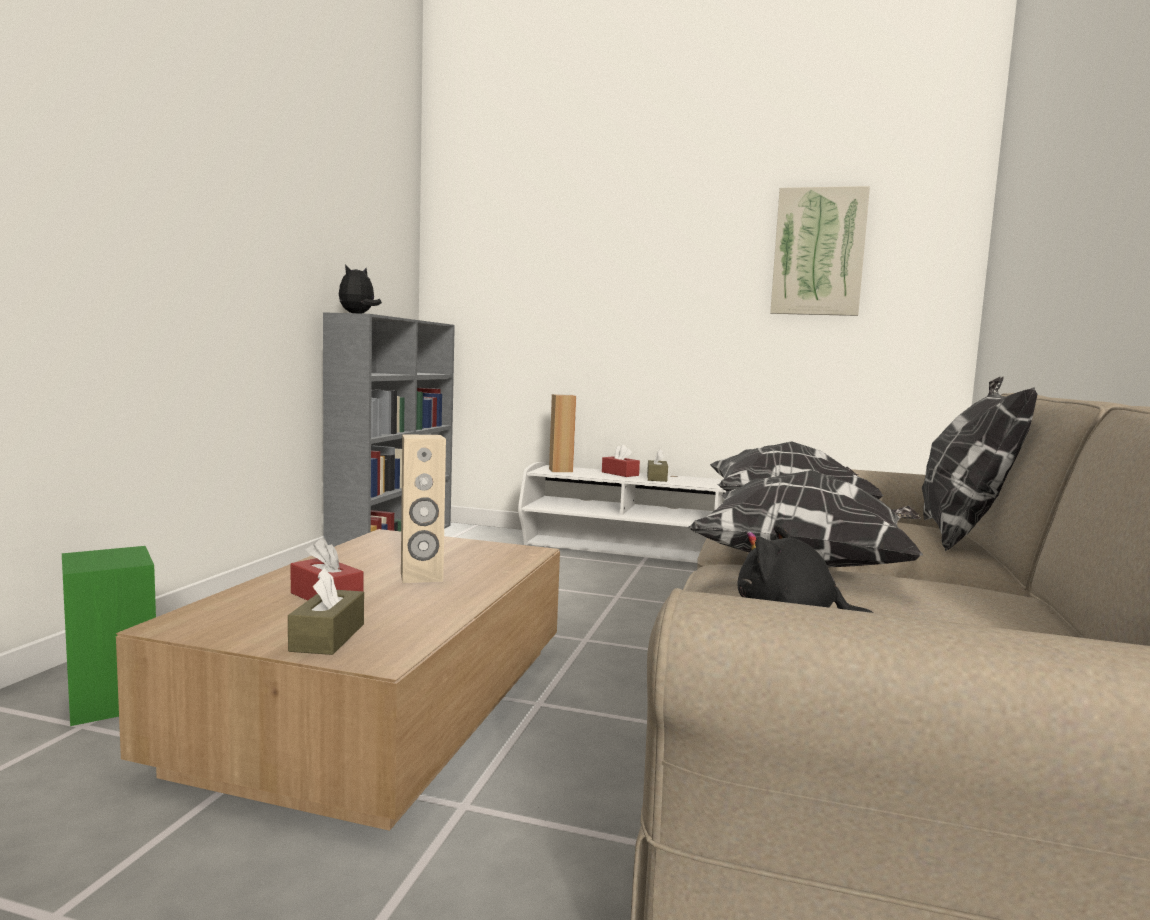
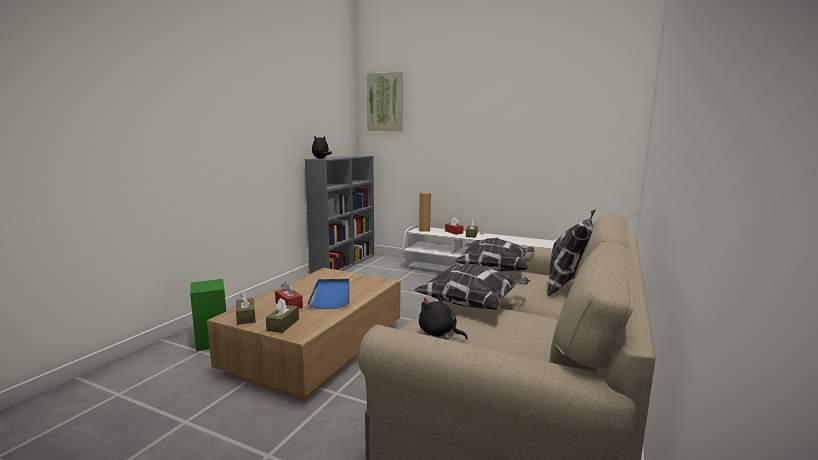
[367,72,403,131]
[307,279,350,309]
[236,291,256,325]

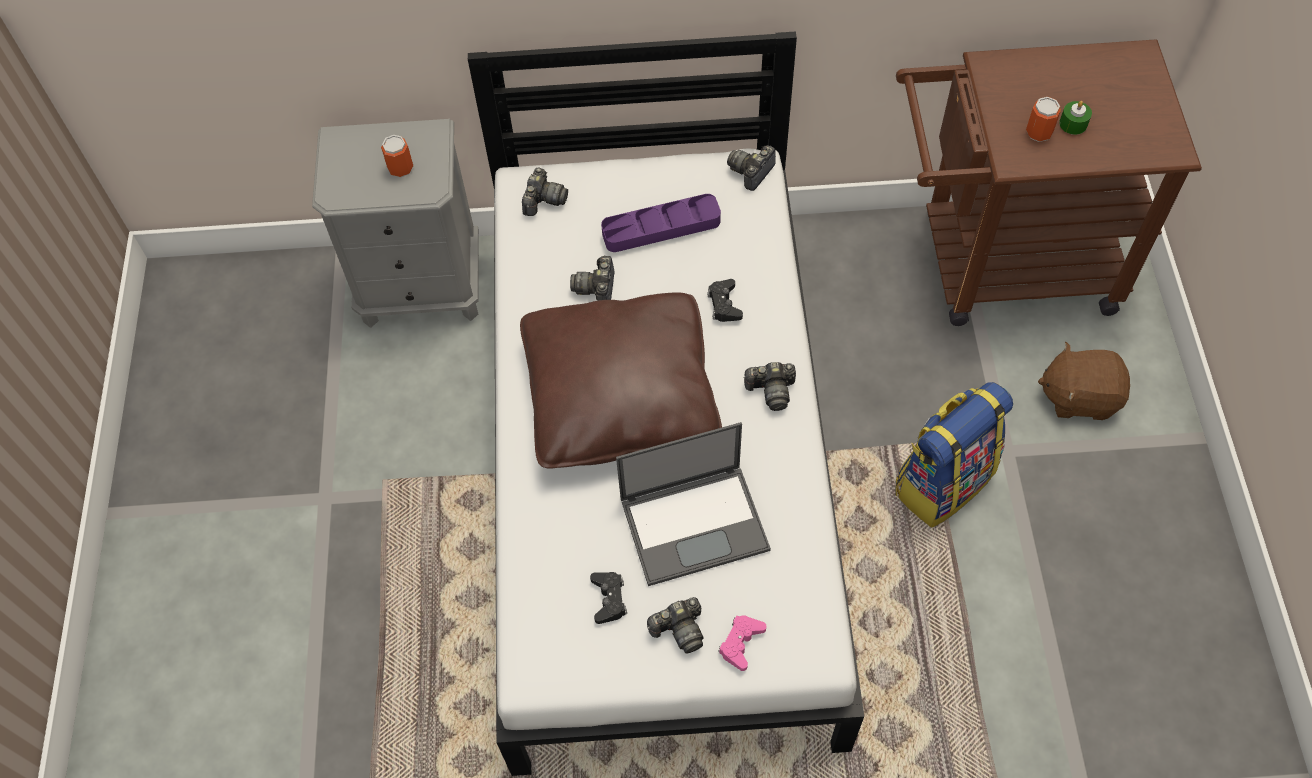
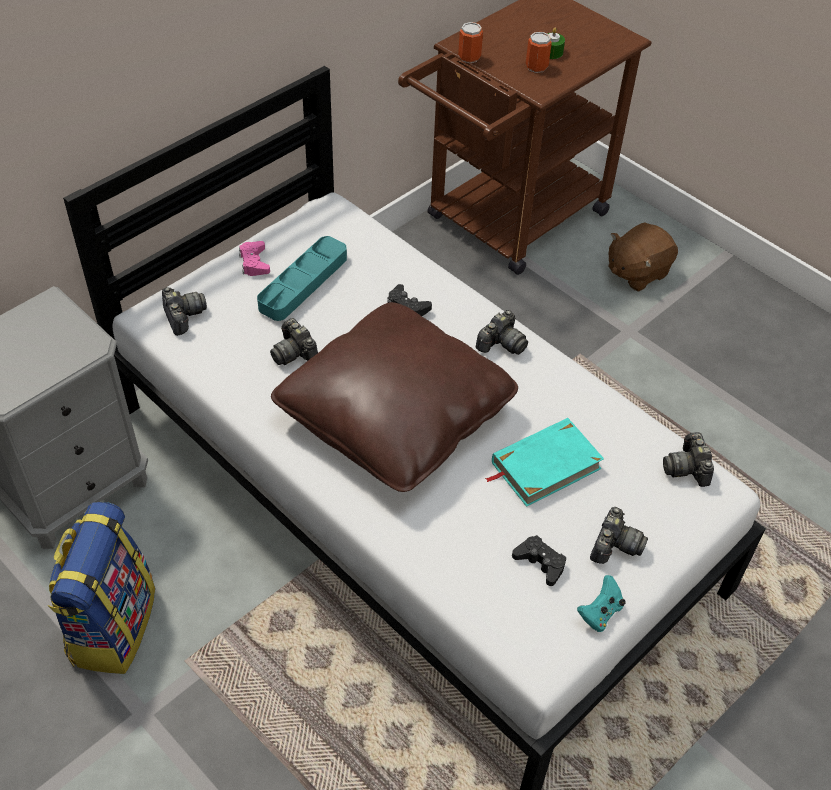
[458,22,483,63]
[663,432,714,487]
[257,236,347,321]
[48,502,155,674]
[485,418,604,507]
[239,241,270,276]
[577,575,625,632]

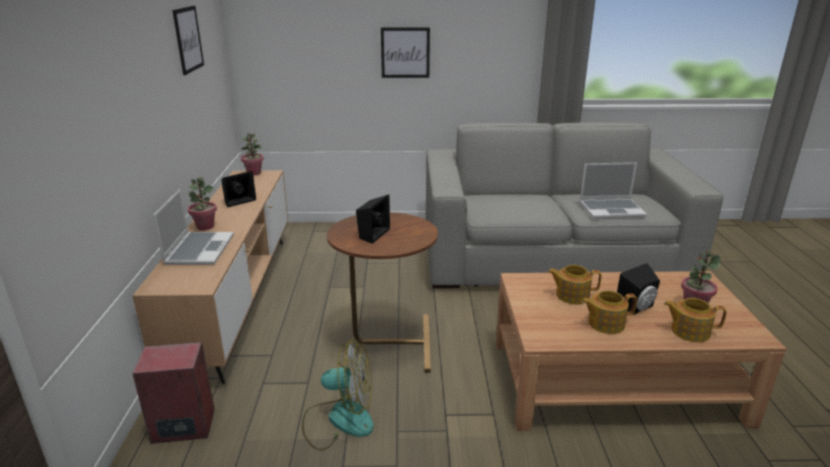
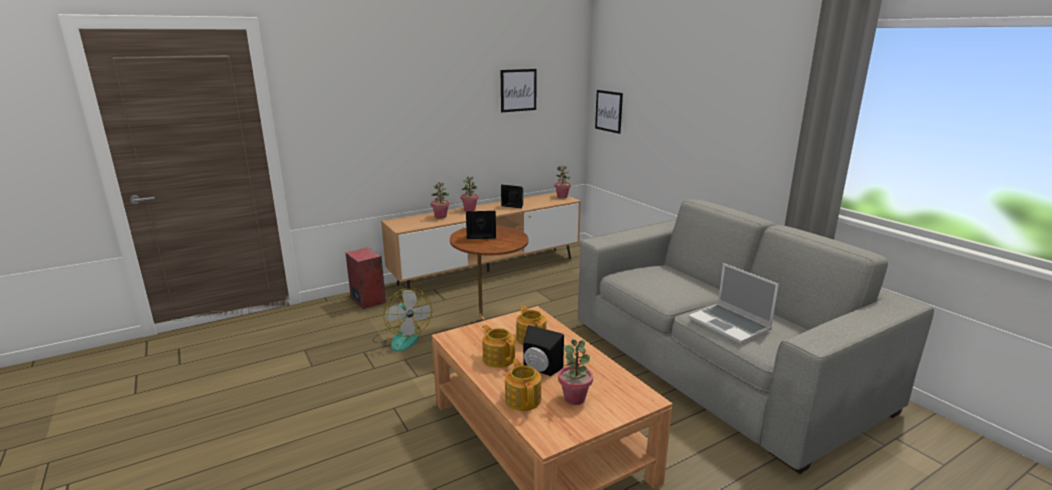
[595,90,623,134]
[431,182,450,219]

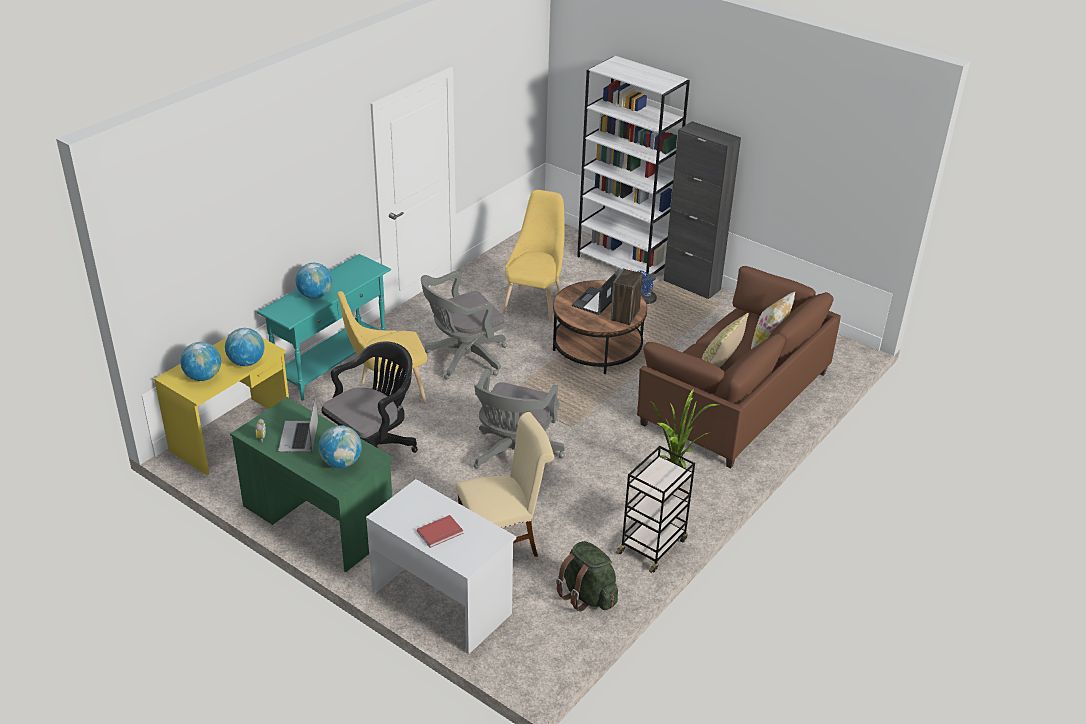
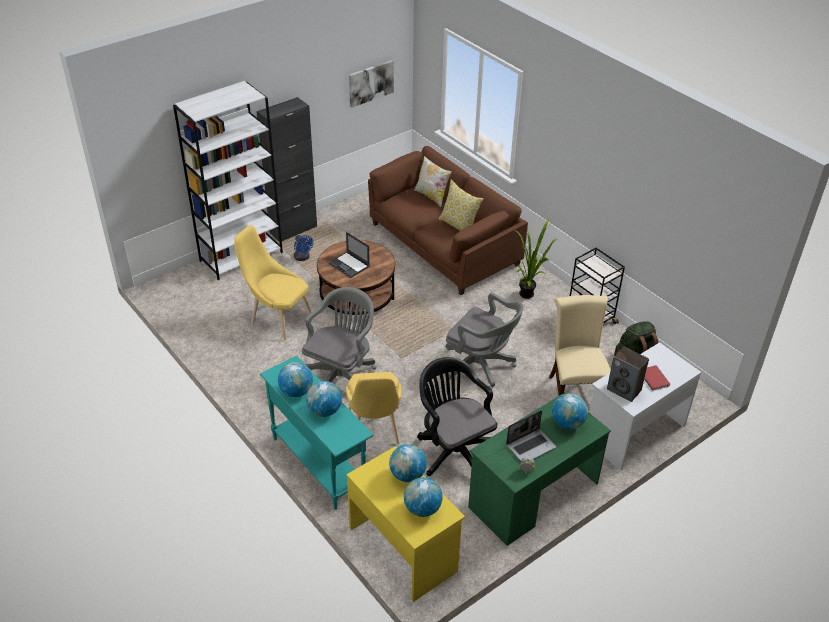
[607,347,649,402]
[302,287,376,382]
[506,410,557,461]
[349,60,394,108]
[278,362,313,397]

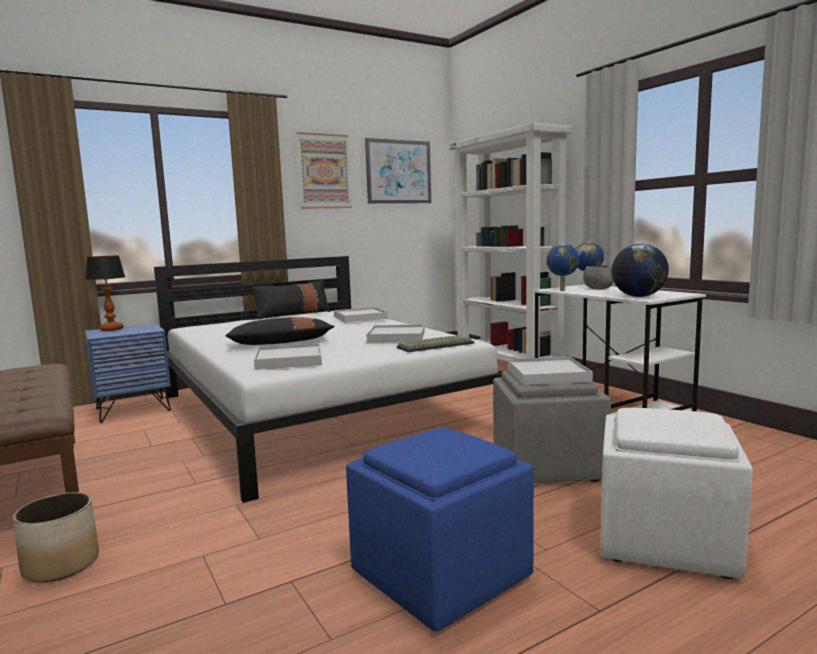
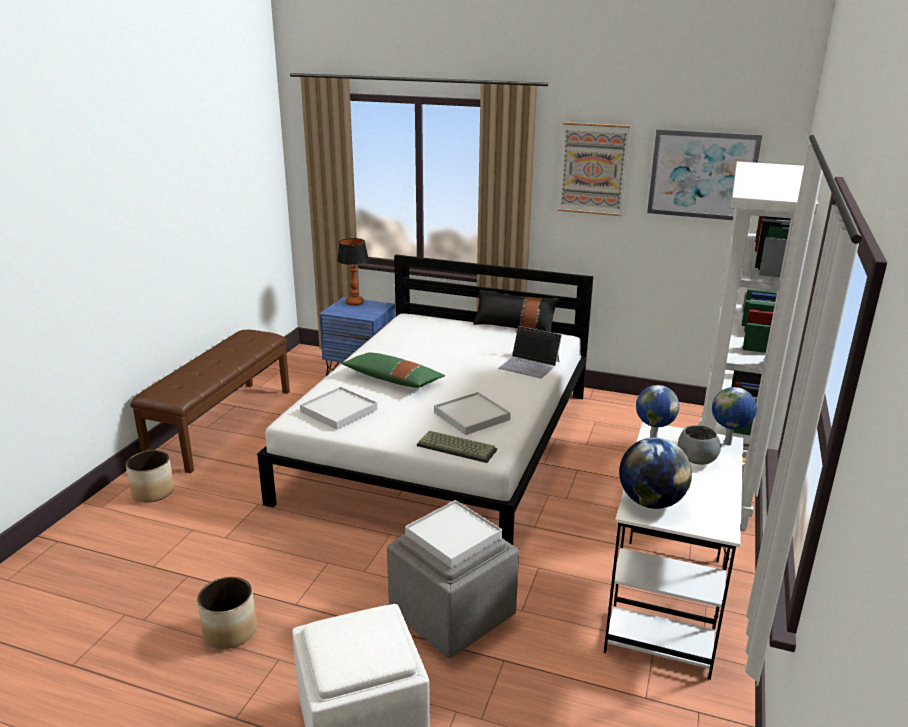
[499,326,562,378]
[341,352,445,388]
[197,577,257,649]

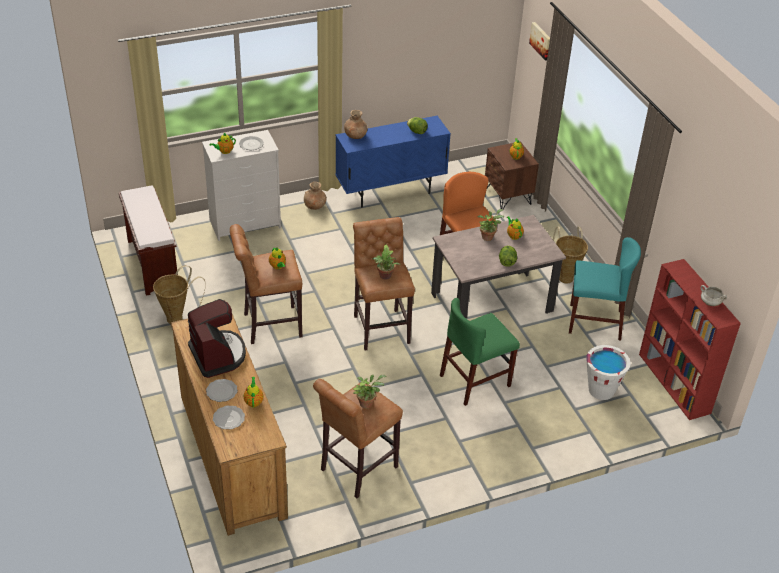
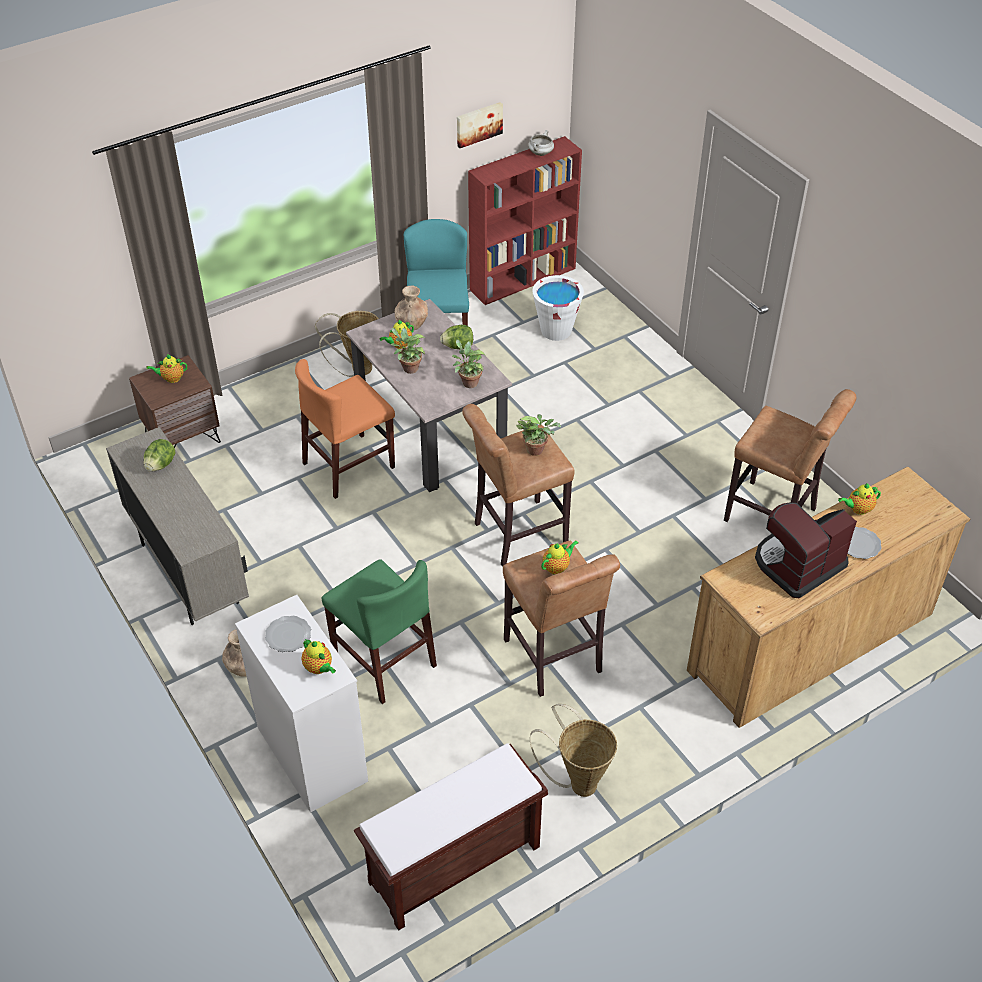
[457,102,503,148]
[395,286,428,331]
[106,427,249,625]
[322,559,437,704]
[452,339,485,388]
[213,406,245,429] (first image)

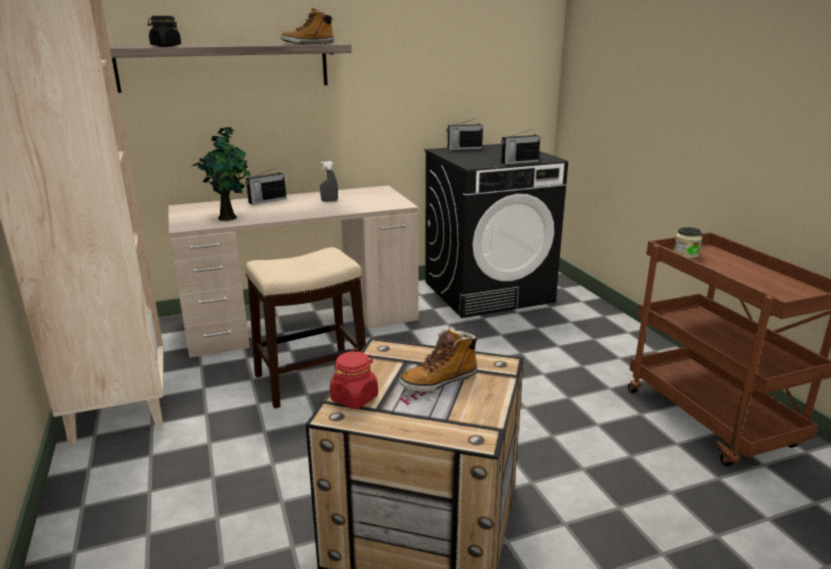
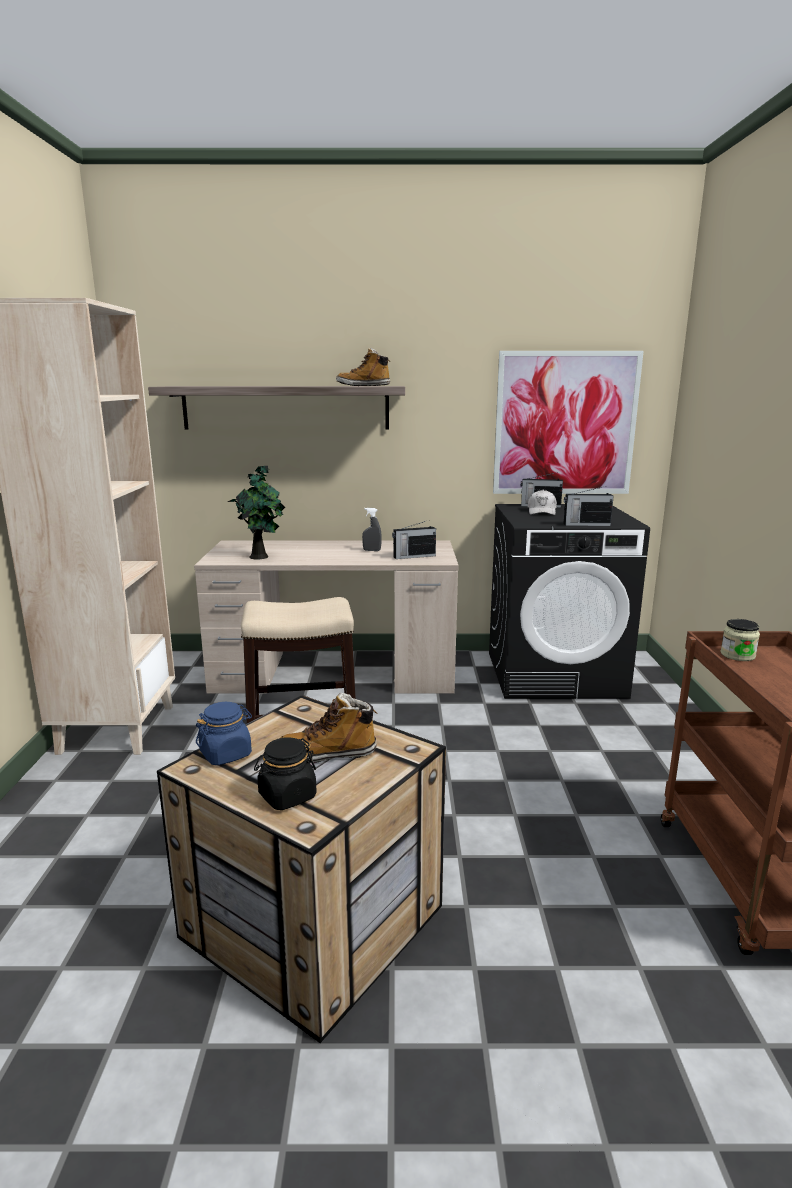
[254,737,317,810]
[392,521,436,559]
[196,702,252,765]
[493,351,644,494]
[528,490,557,515]

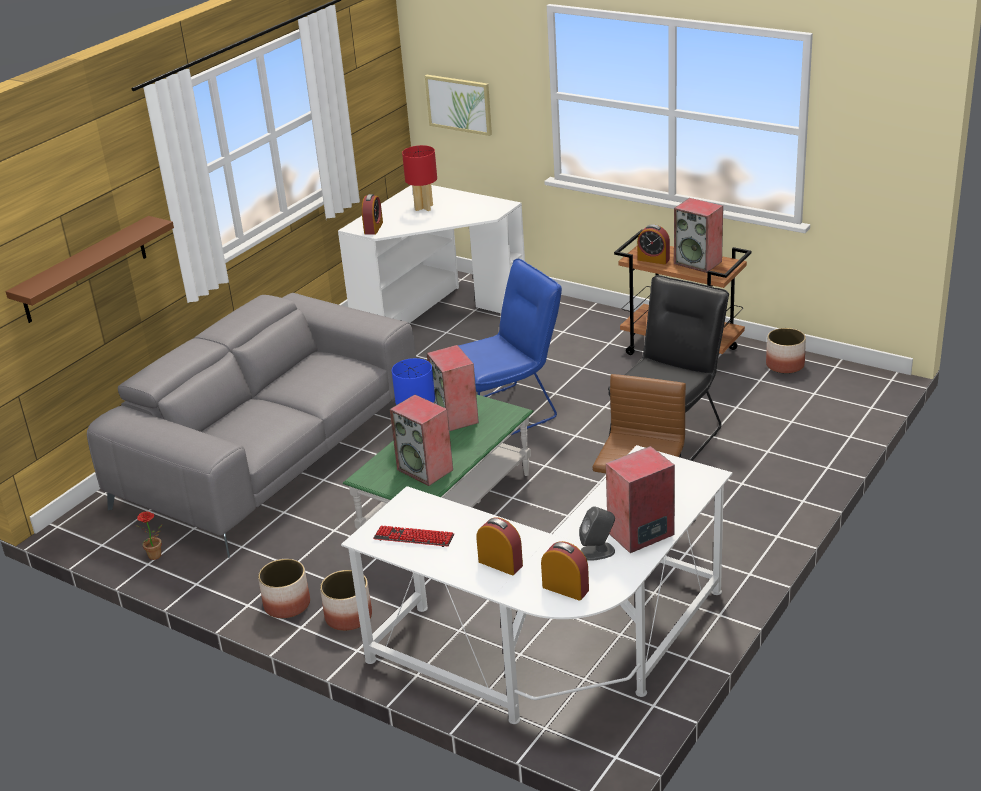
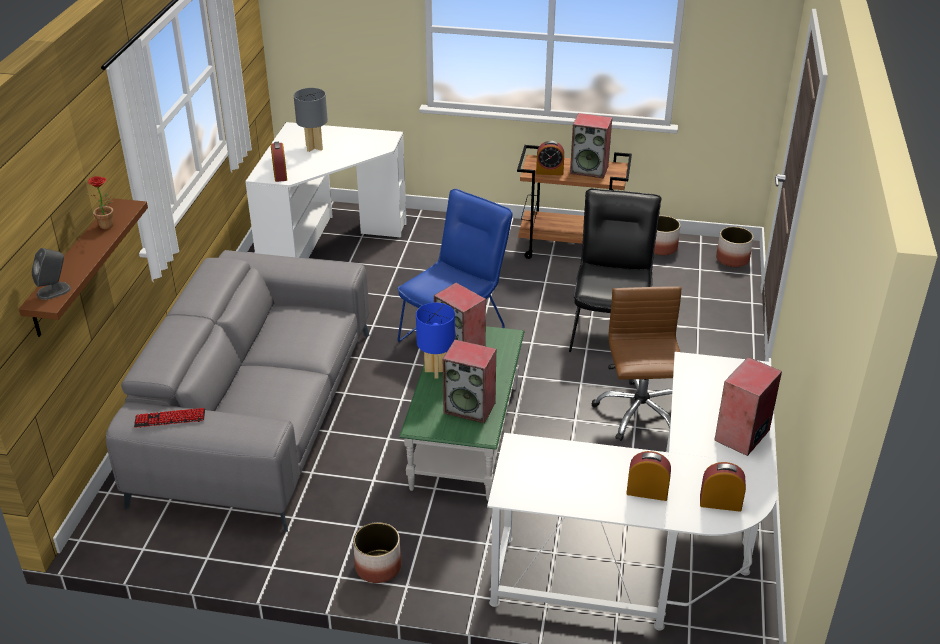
[425,75,492,136] (first image)
[294,88,328,152]
[31,248,71,300]
[86,176,114,229]
[134,408,205,428]
[716,227,753,267]

